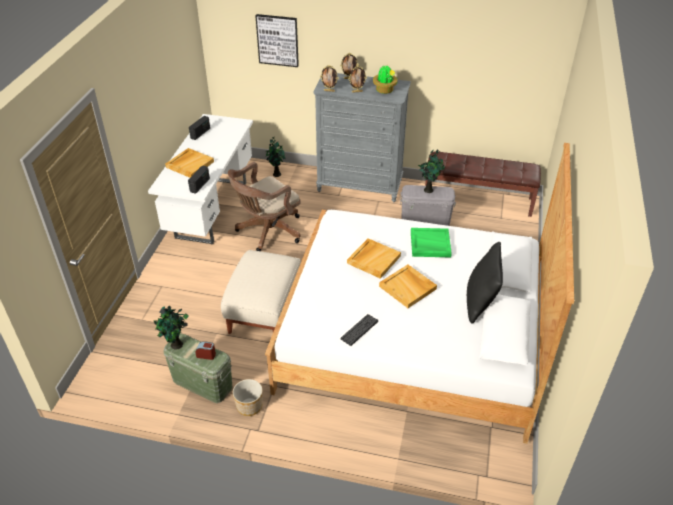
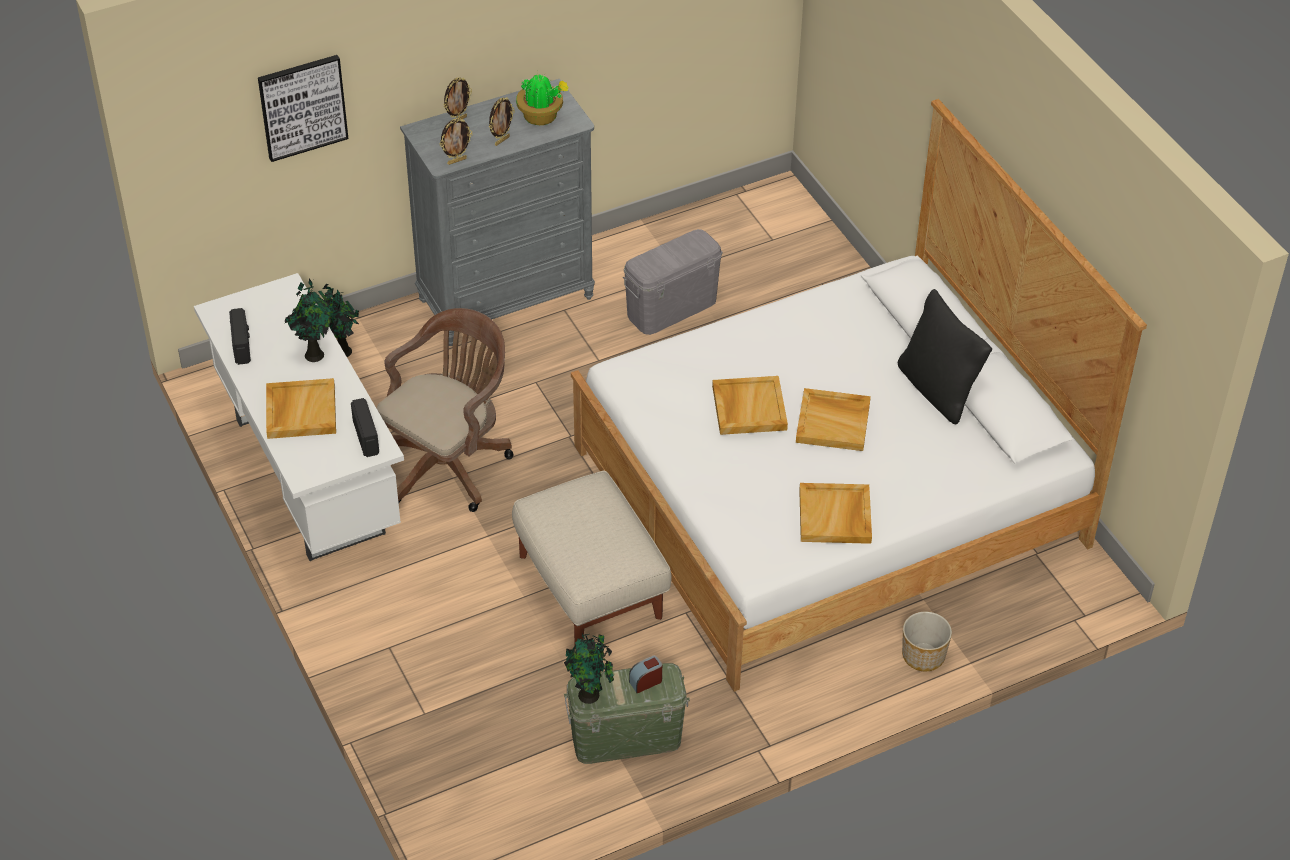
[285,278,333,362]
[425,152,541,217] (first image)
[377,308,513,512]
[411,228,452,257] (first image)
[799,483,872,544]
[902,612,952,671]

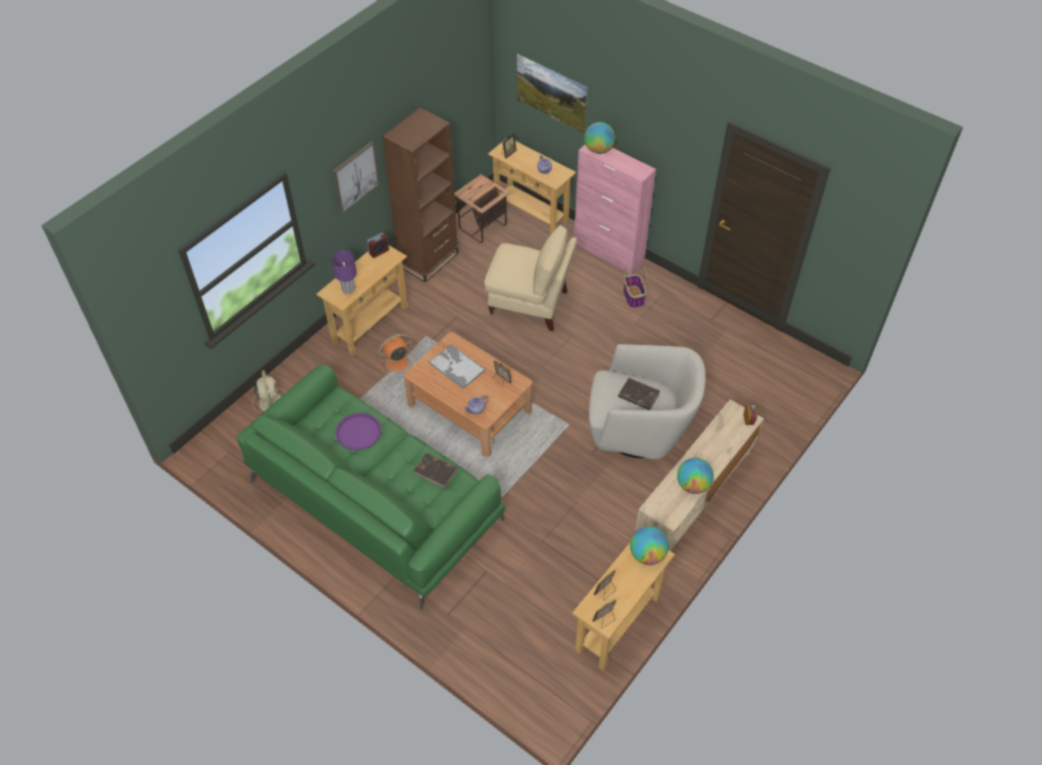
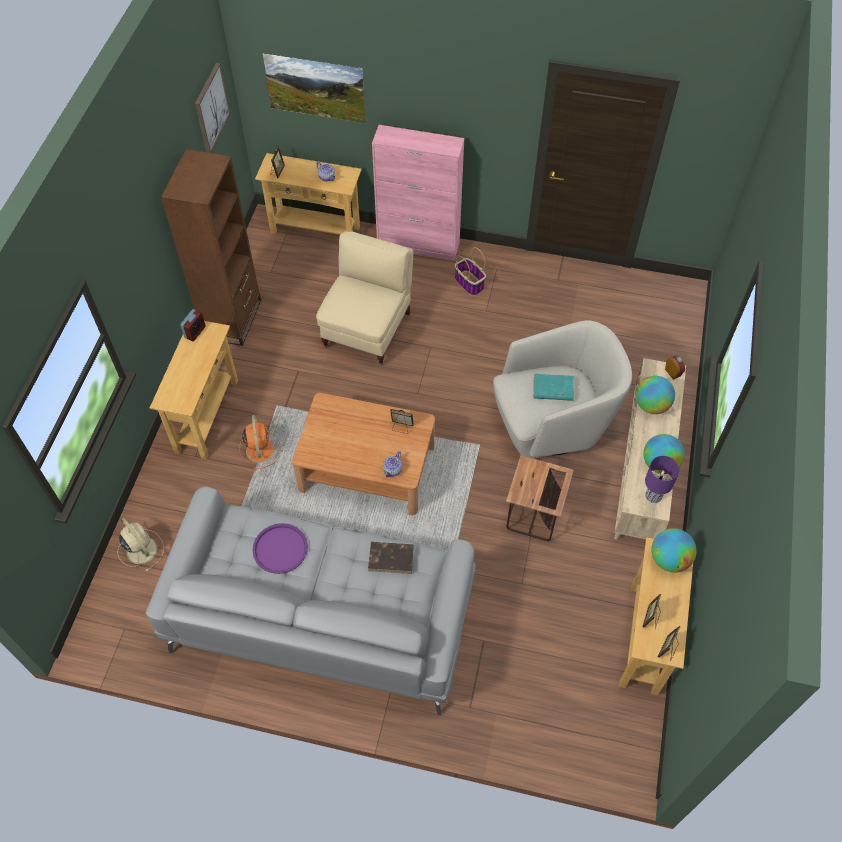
[636,376,675,414]
[195,63,230,153]
[506,455,574,541]
[316,231,413,365]
[645,456,679,503]
[239,415,281,470]
[429,345,486,389] (first image)
[146,487,476,716]
[534,374,574,401]

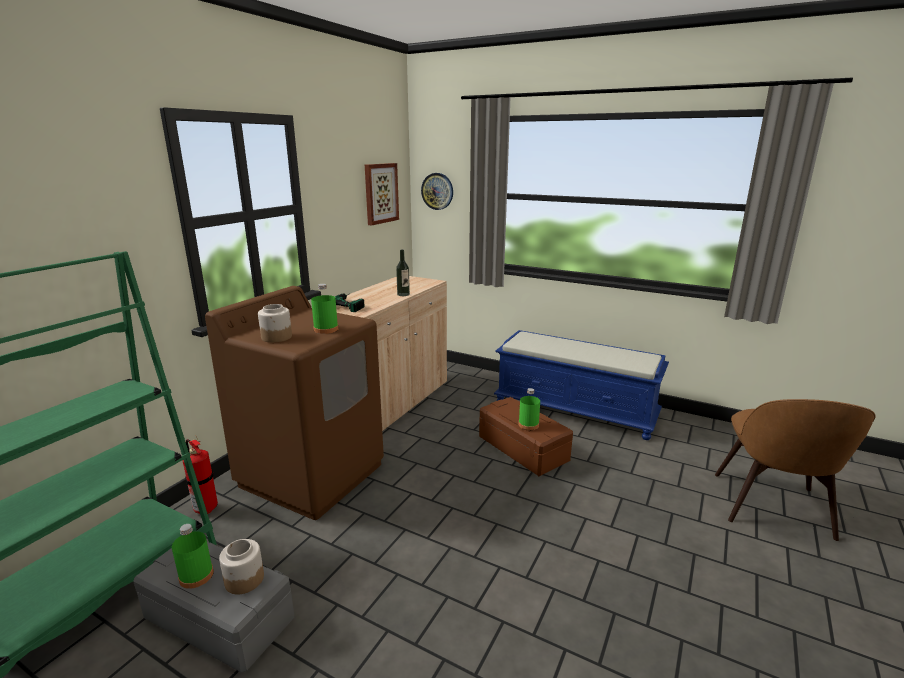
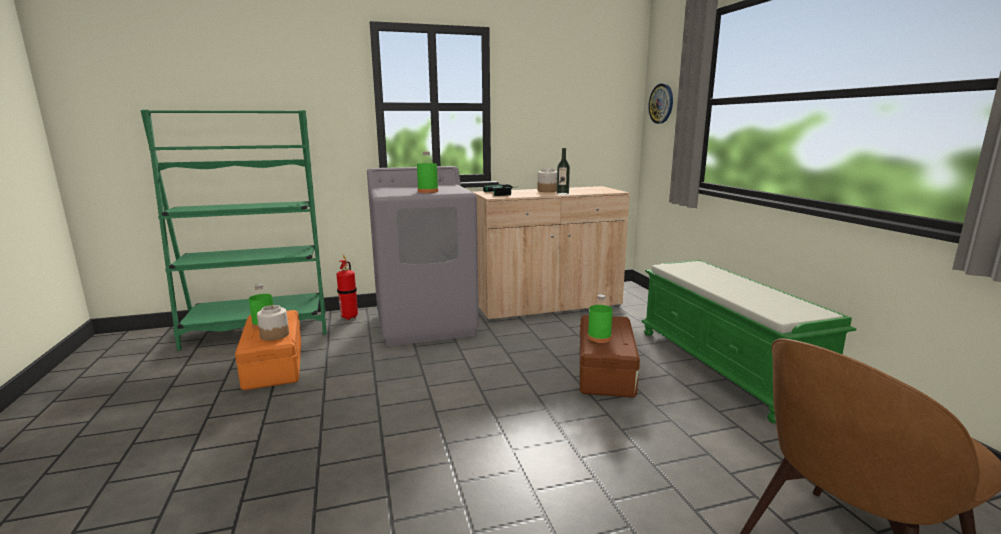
[365,163,399,225] (first image)
[367,166,479,346]
[538,168,557,192]
[641,260,856,423]
[235,310,301,390]

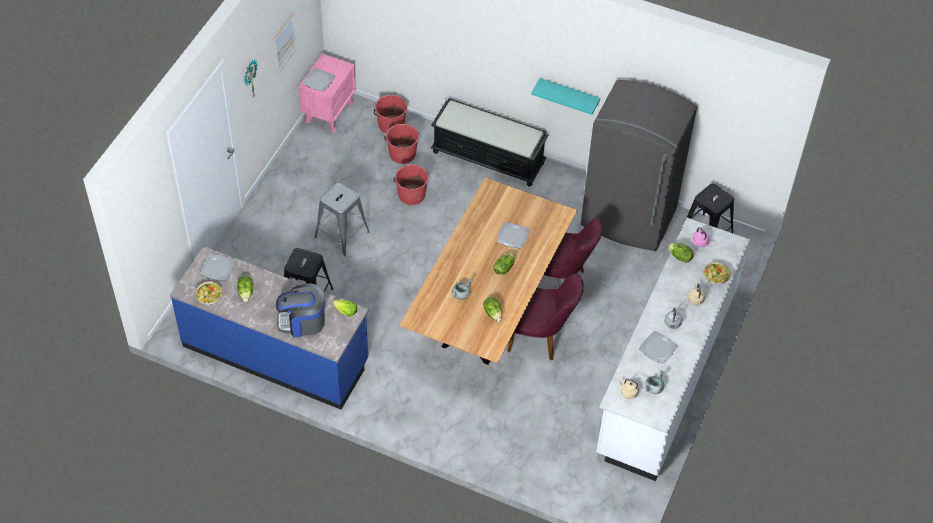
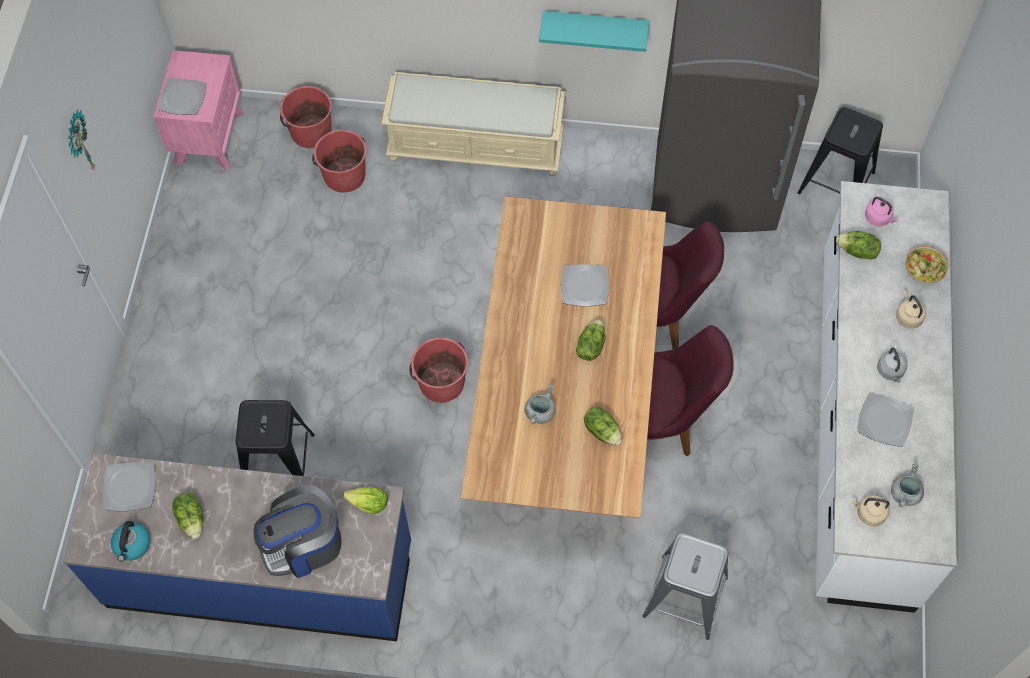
[274,13,297,74] (first image)
[381,72,565,176]
[409,337,468,403]
[642,533,728,640]
[111,521,150,562]

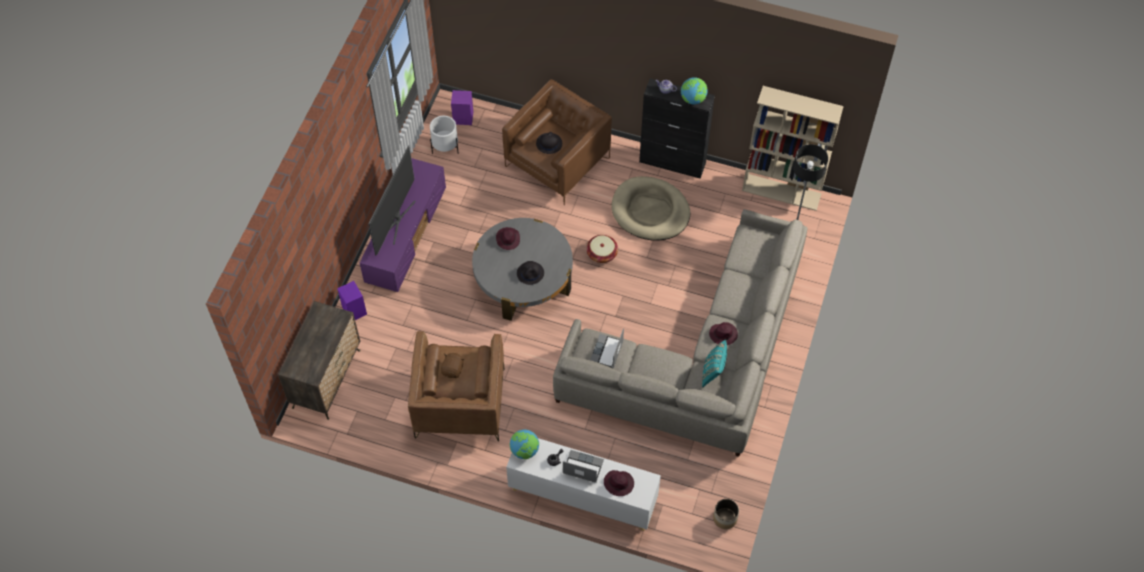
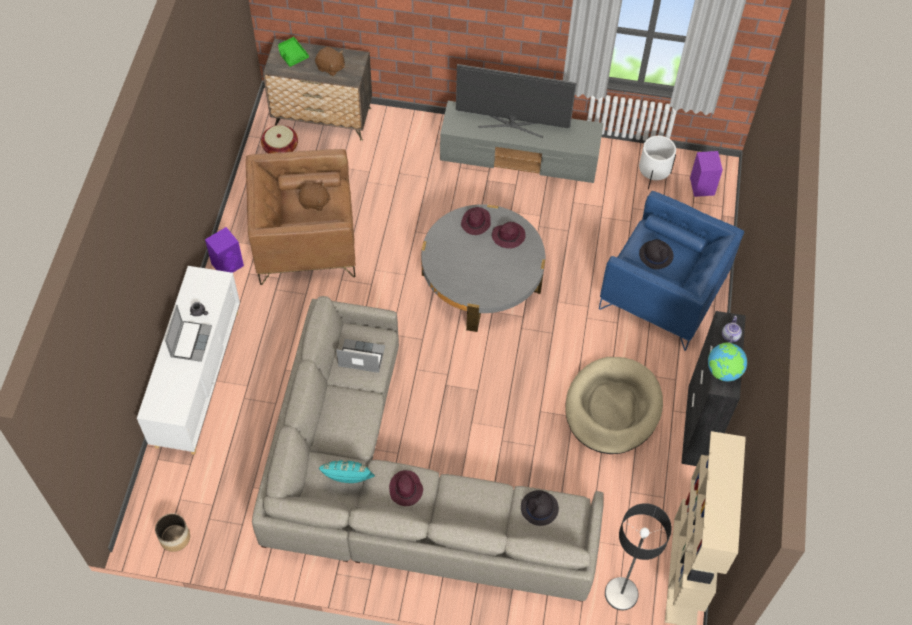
[599,191,744,351]
[440,101,603,183]
[261,125,298,153]
[521,490,559,526]
[205,227,244,273]
[510,430,539,459] (first image)
[461,207,491,235]
[278,37,309,67]
[315,47,345,76]

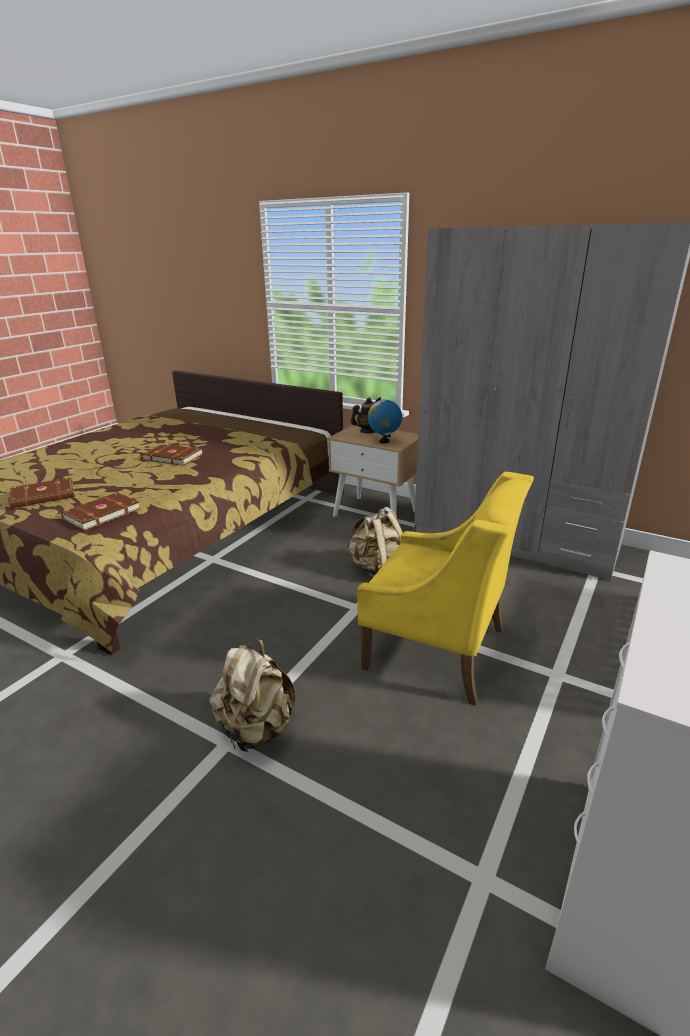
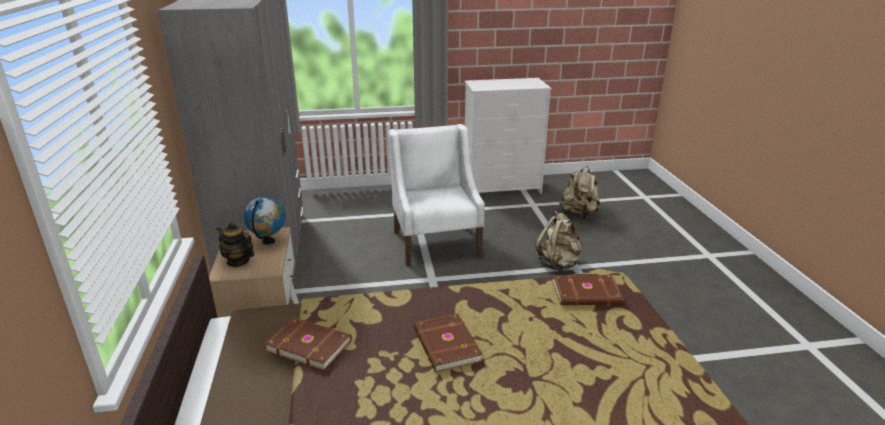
[388,124,485,266]
[265,318,352,371]
[559,166,600,219]

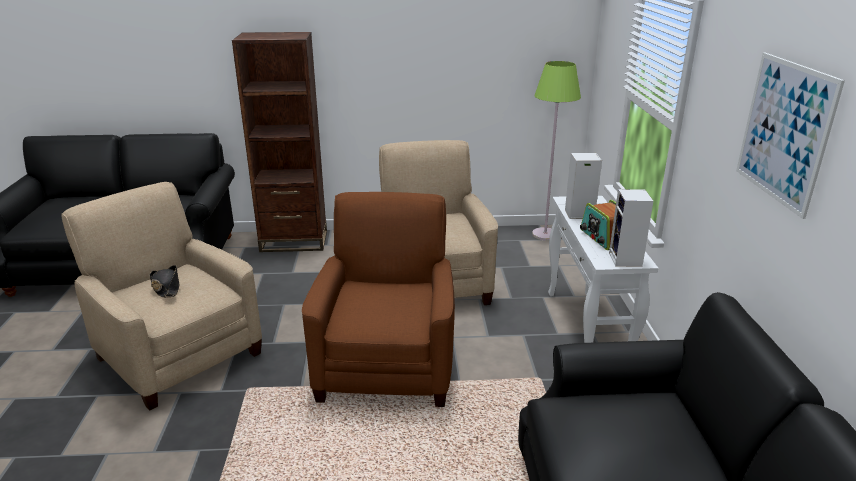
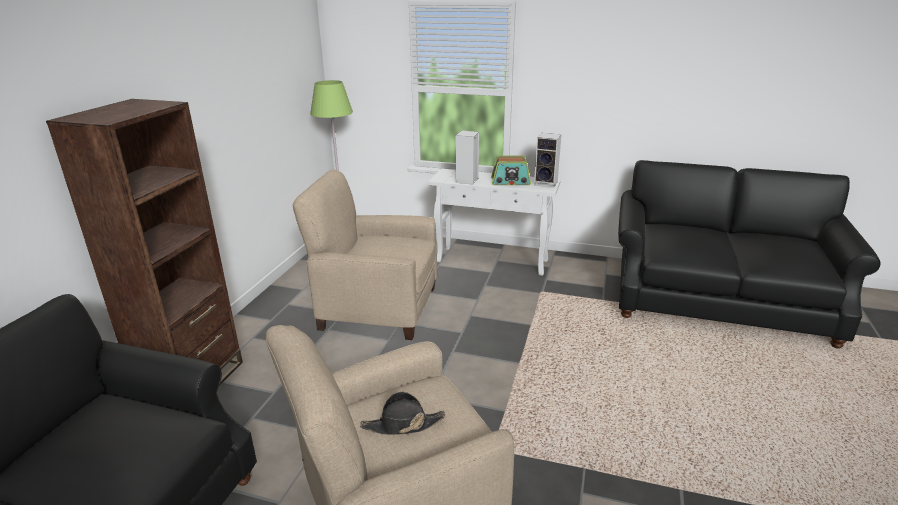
[736,53,845,219] (first image)
[302,192,455,407] (first image)

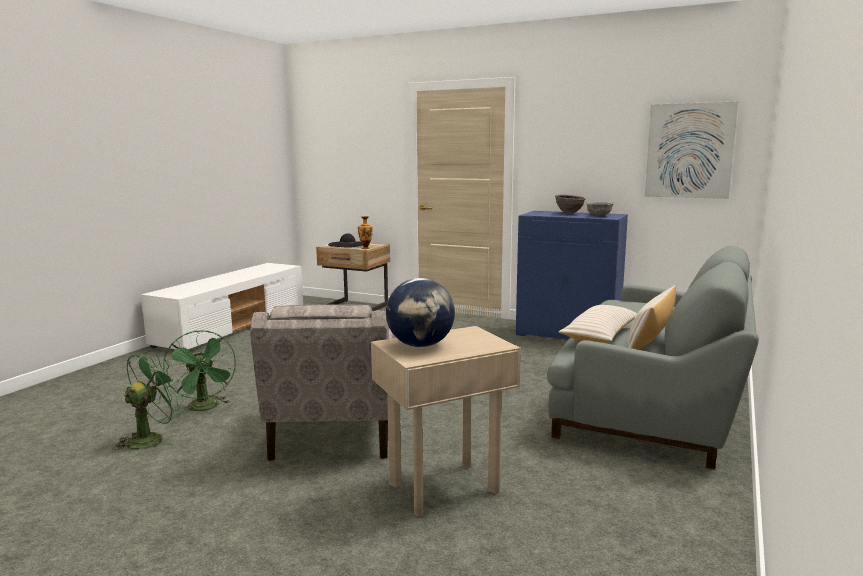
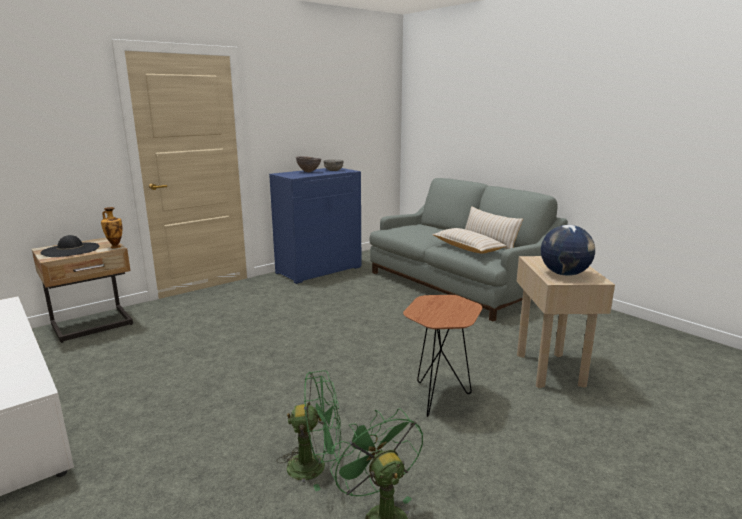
[645,102,738,199] (first image)
[403,295,483,417]

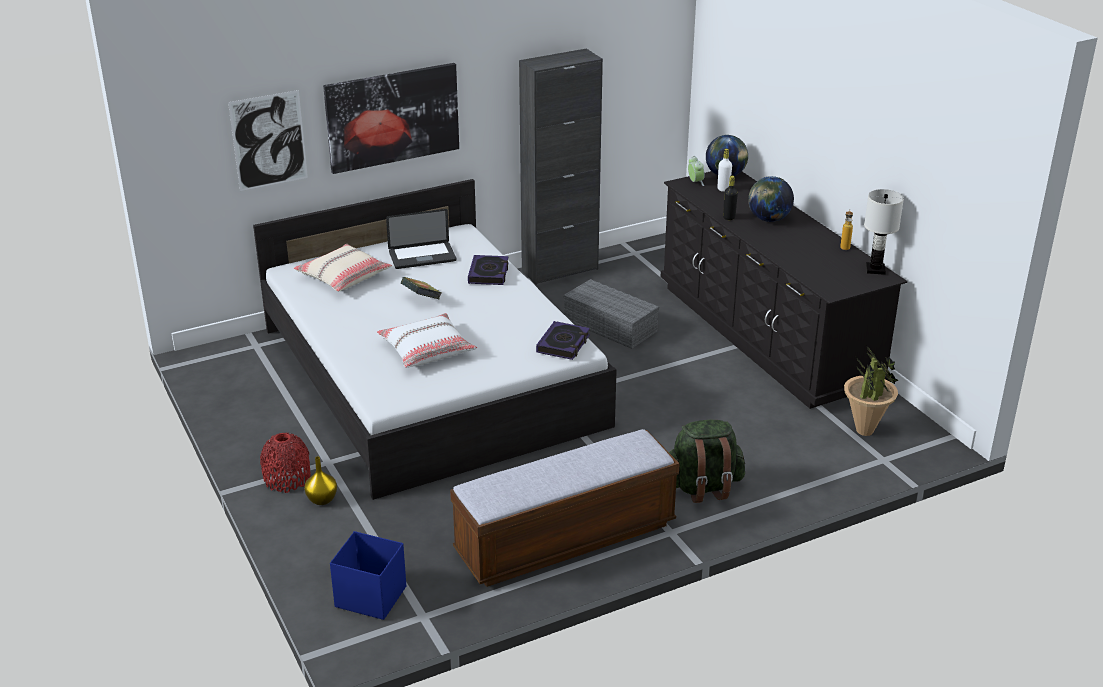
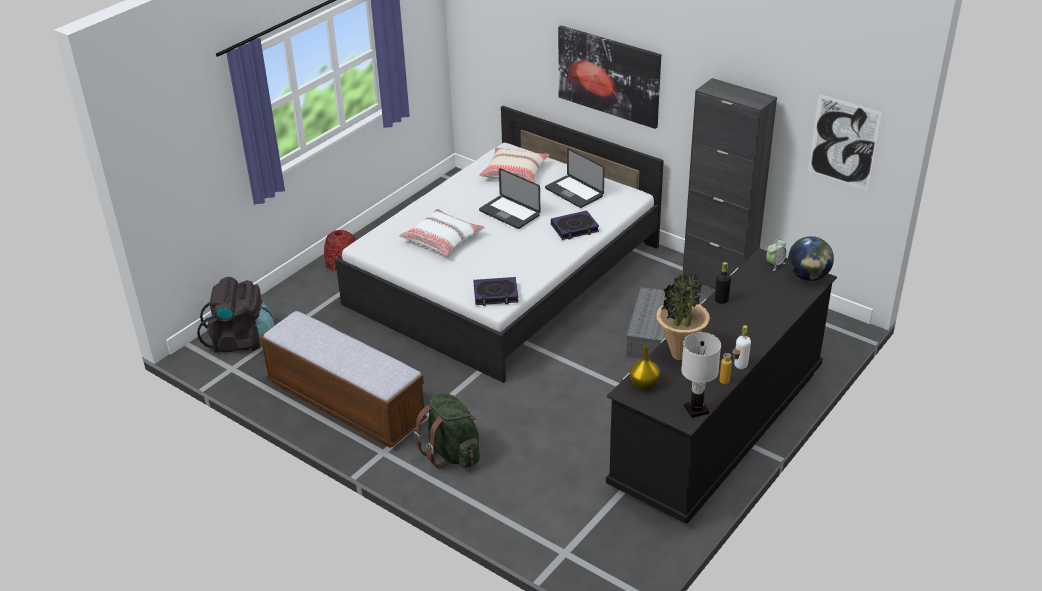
[808,94,882,190]
[734,325,751,369]
[748,176,794,222] (first image)
[479,168,540,229]
[656,271,710,360]
[629,345,660,390]
[197,277,274,352]

